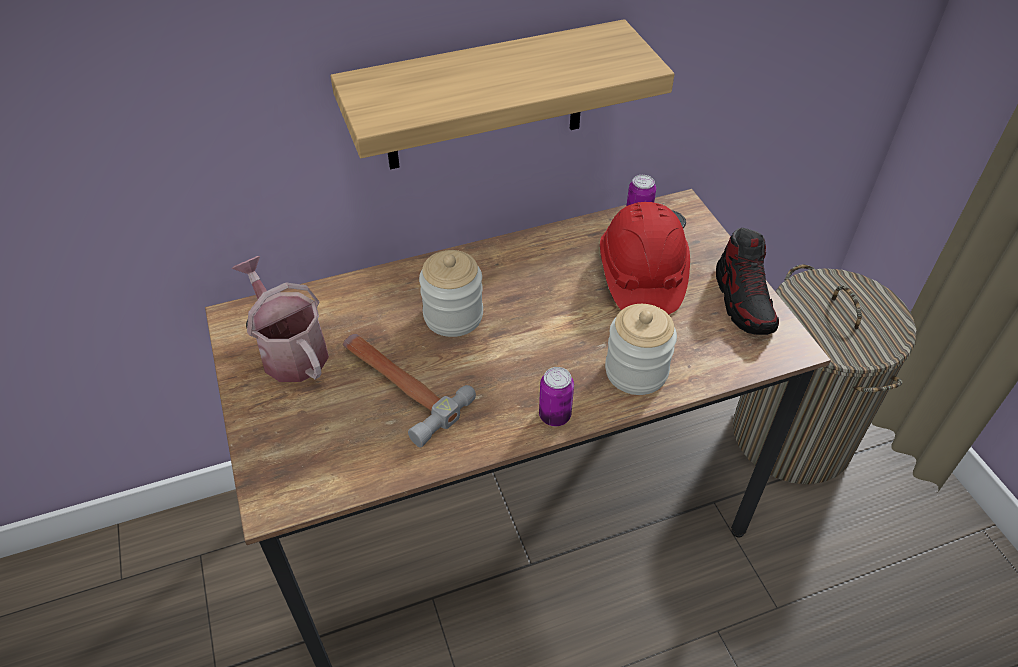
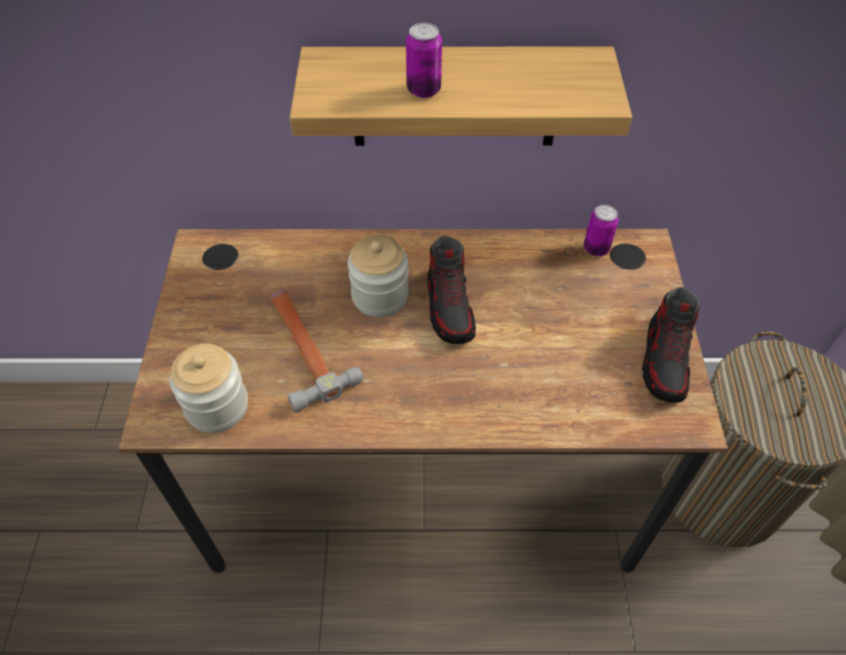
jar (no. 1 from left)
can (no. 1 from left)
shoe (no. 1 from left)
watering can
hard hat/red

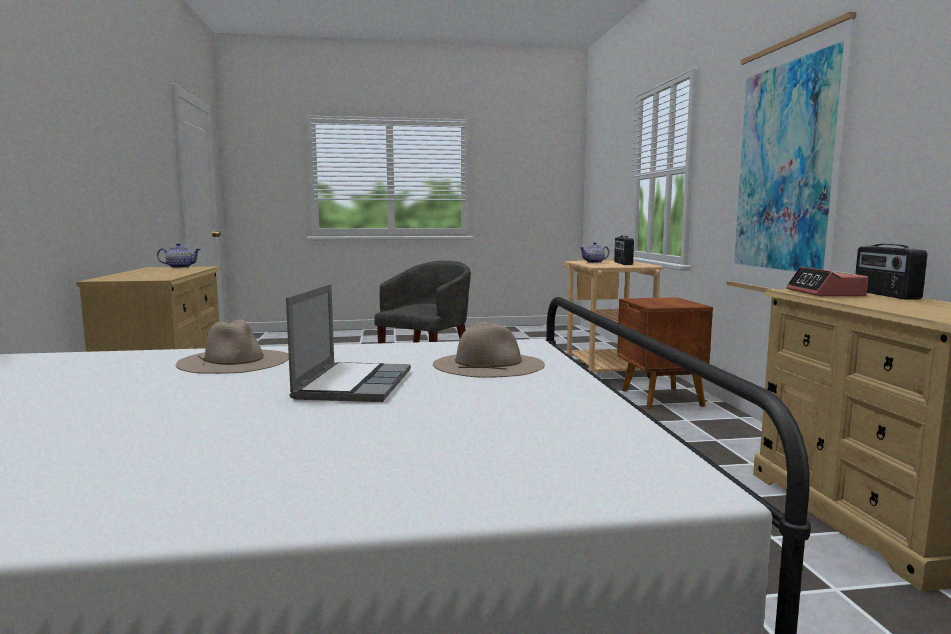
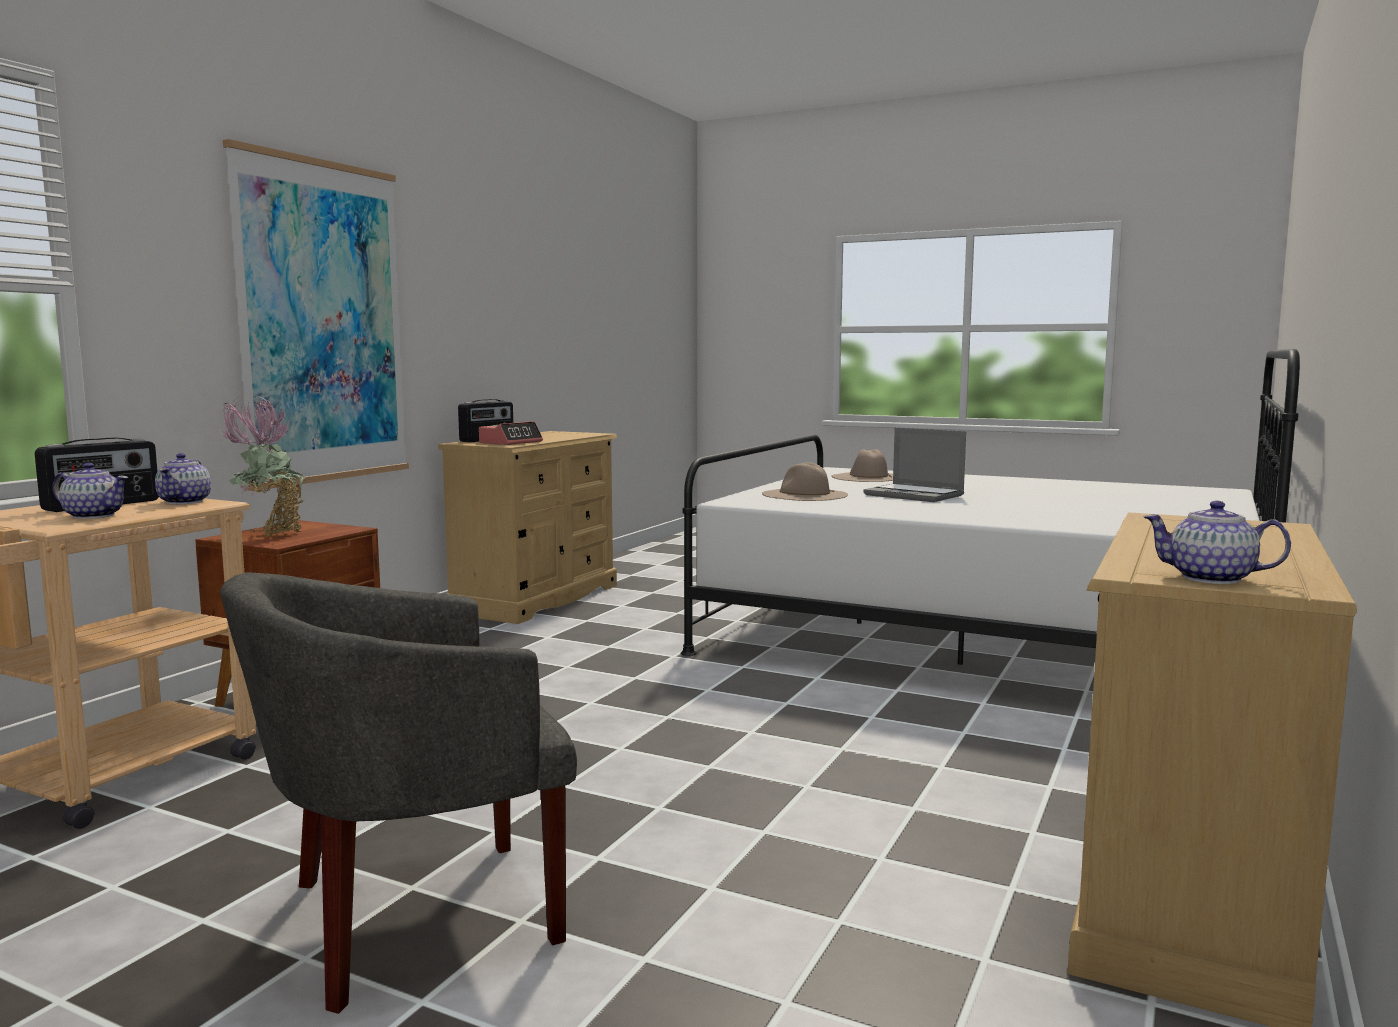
teapot (no. 2 from left)
potted plant
hat/beige (no. 2 from left)
laptop

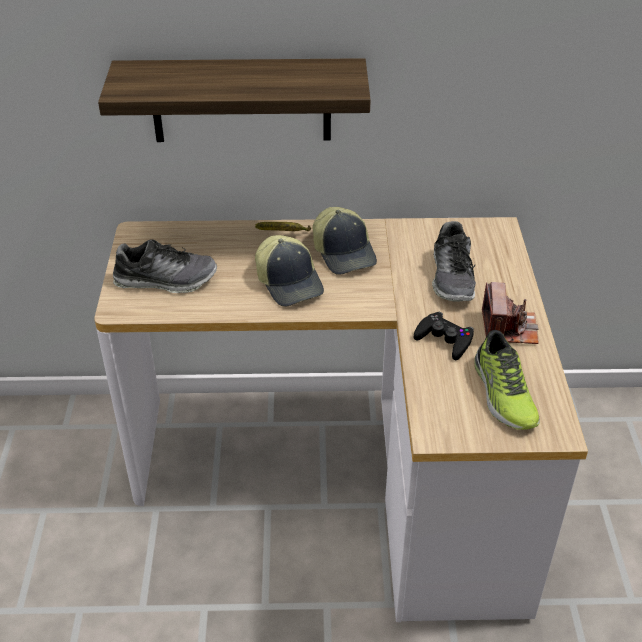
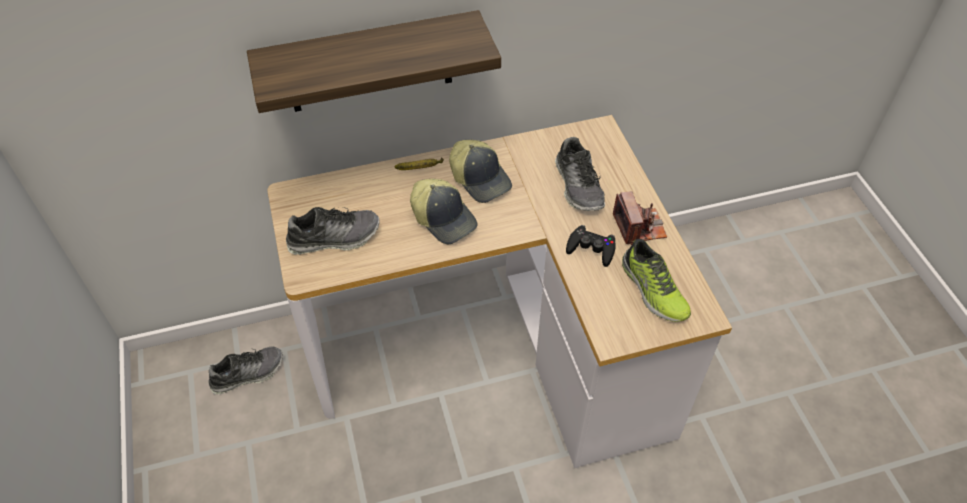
shoe (no. 1 from left)

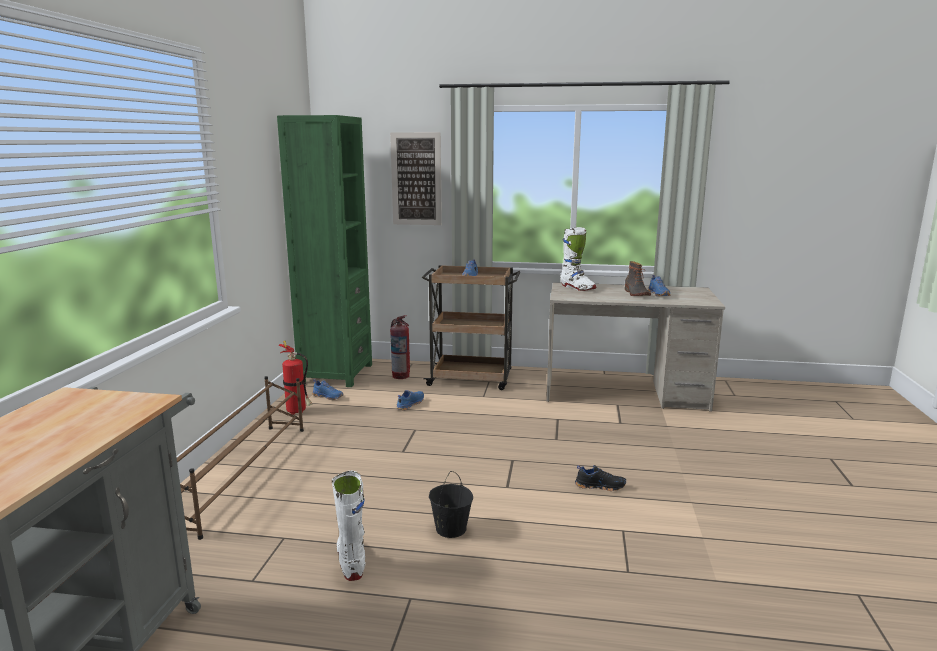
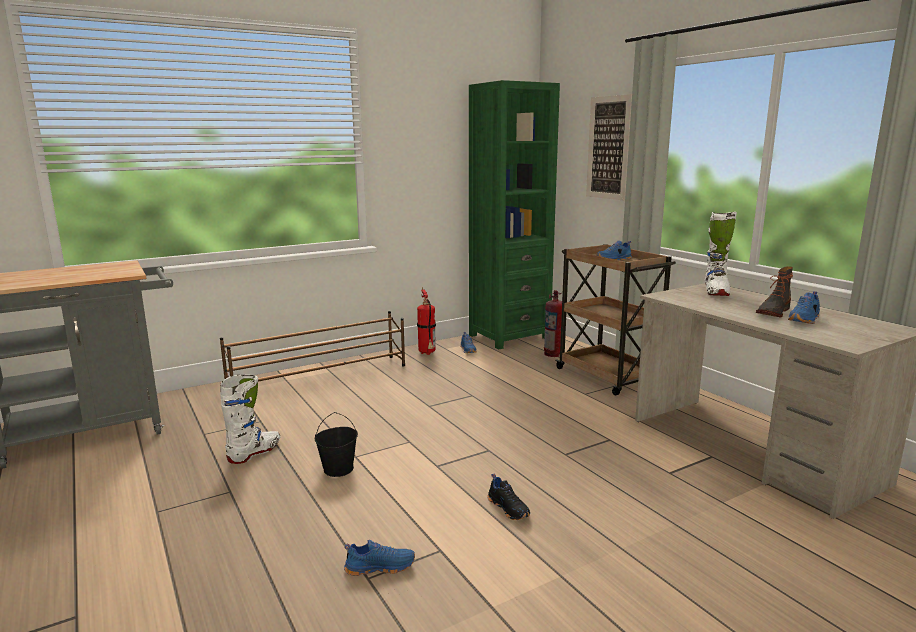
shoe/blue (no. 1 from left)

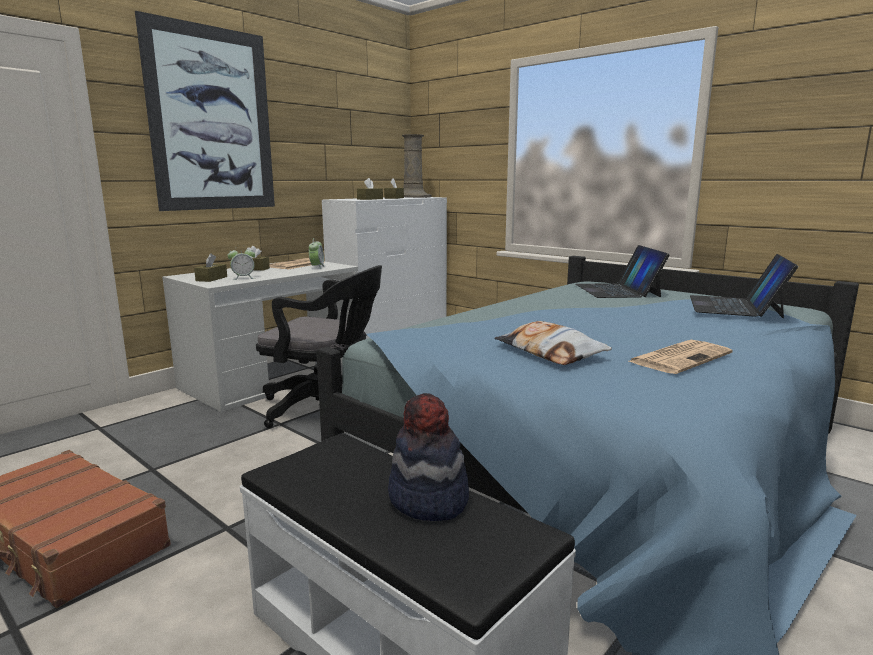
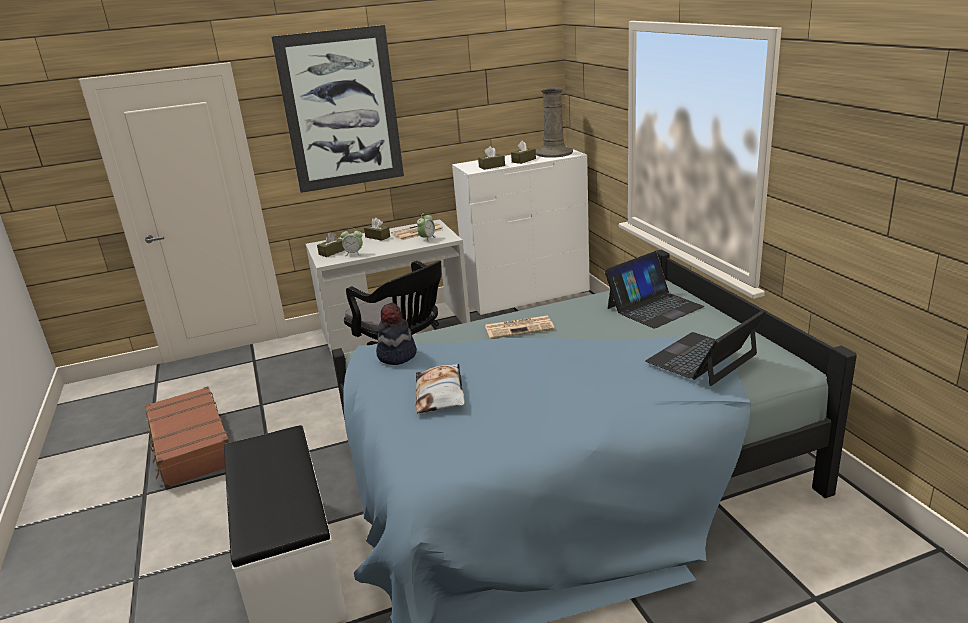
hat
newspaper (no. 2 from left)
laptop (no. 1 from left)

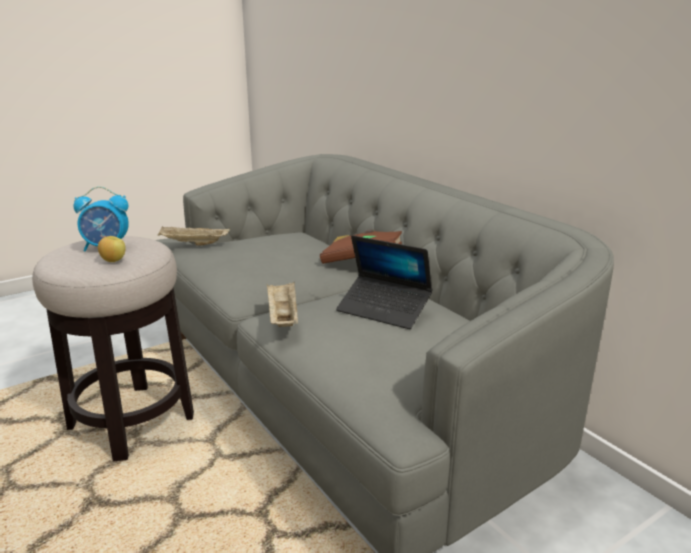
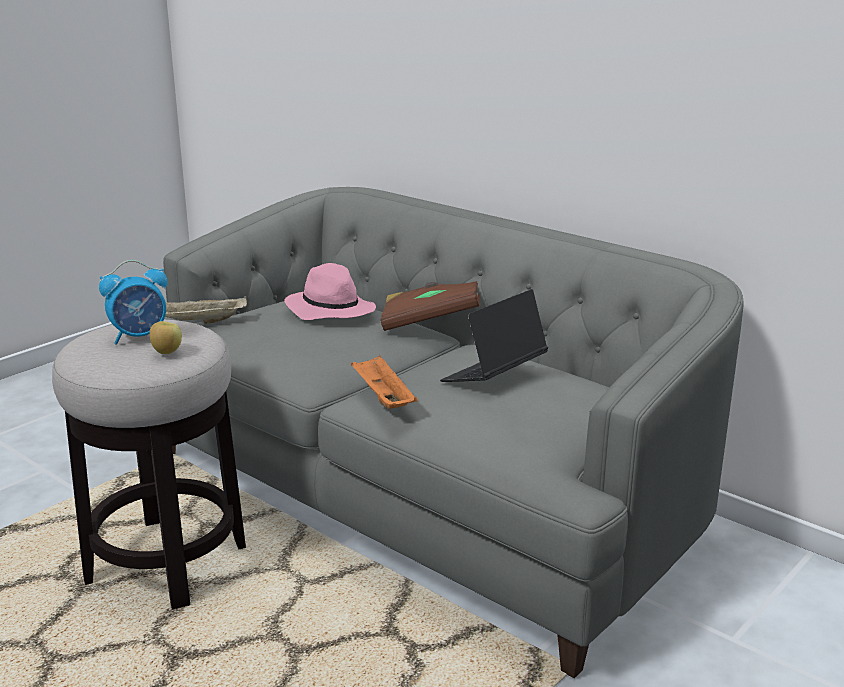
hat/pink
tray/orange
laptop

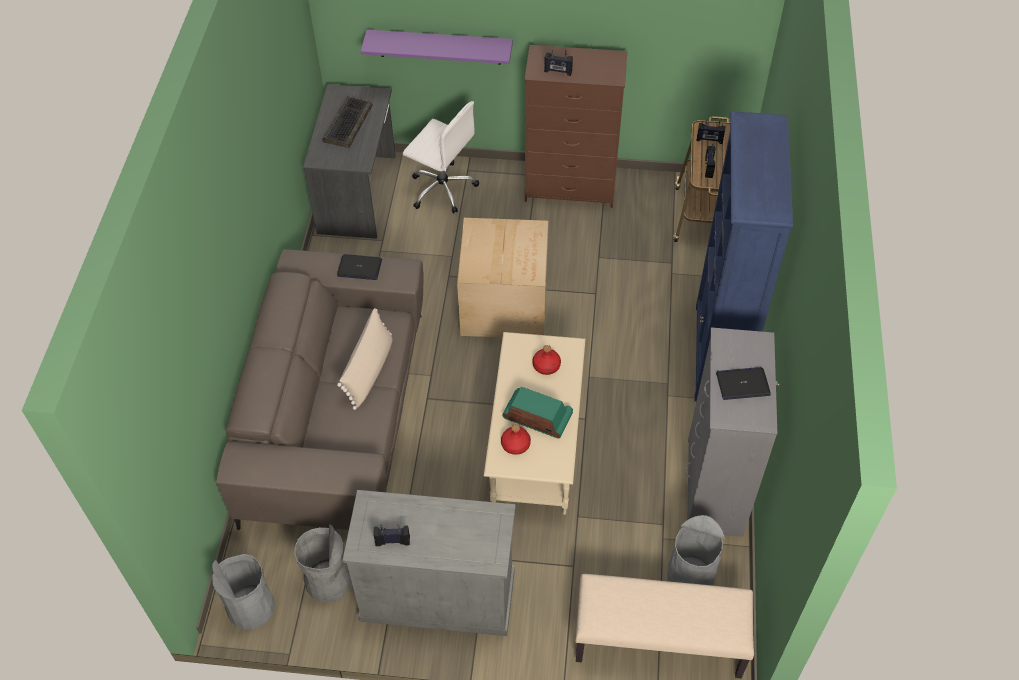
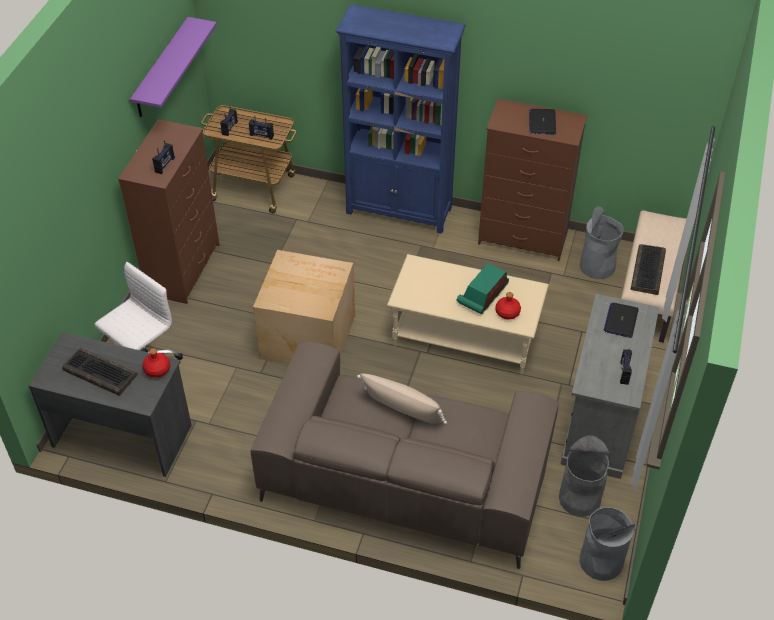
shelf/purple
bottle/red (no. 1 from left)
dresser/brown (no. 2 from left)
laptop (no. 2 from left)
keyboard (no. 2 from left)

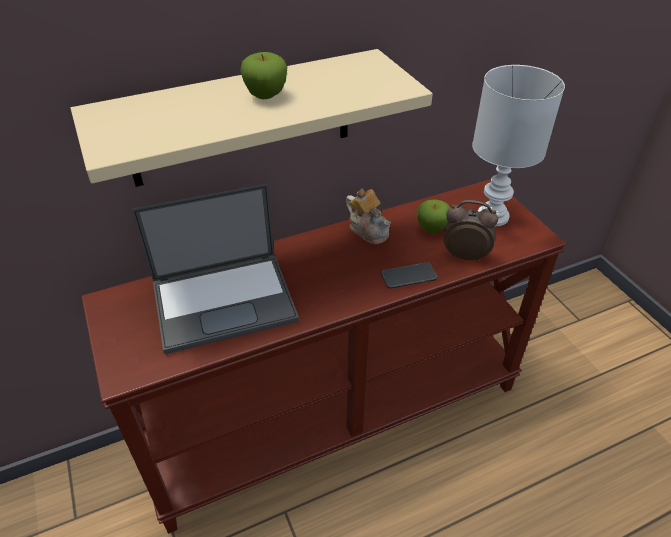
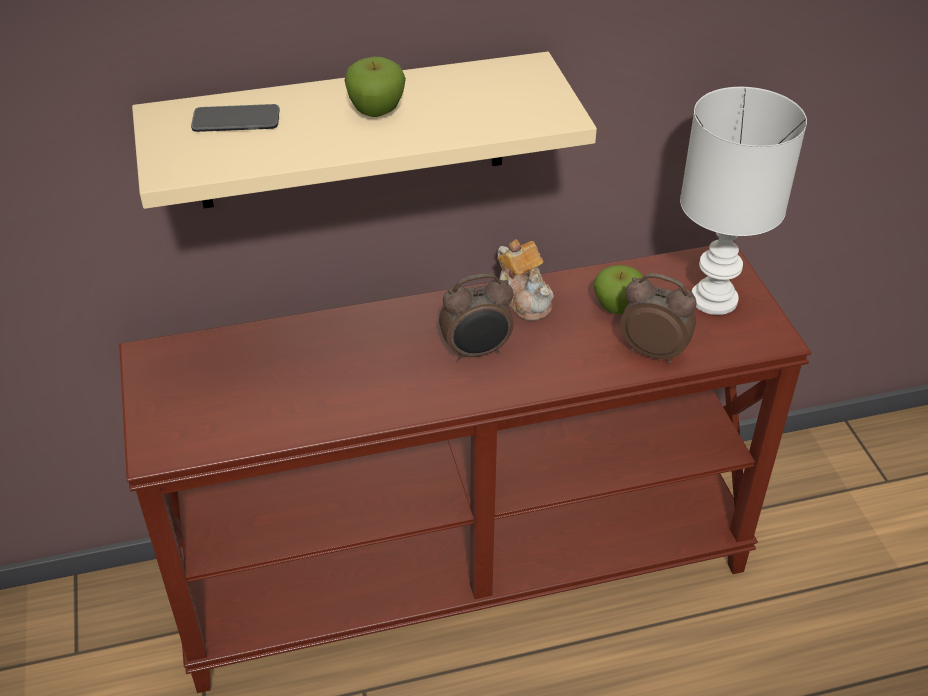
phone
alarm clock (no. 1 from left)
laptop

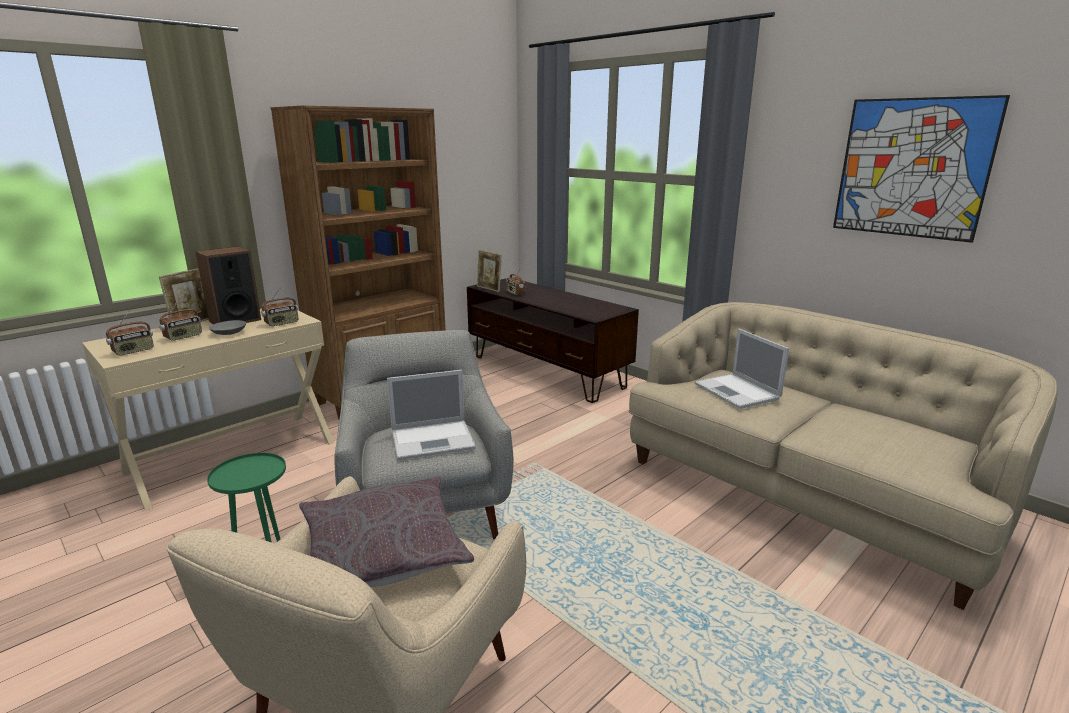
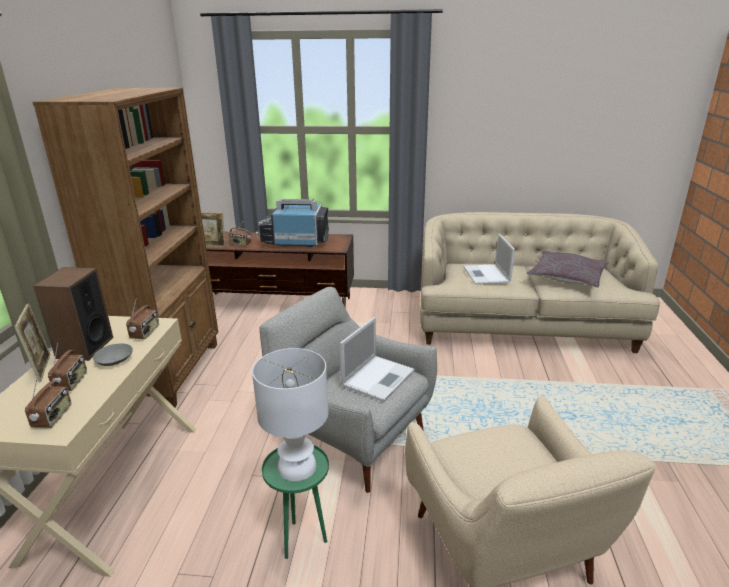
table lamp/white
television
laptop (no. 2 from left)
pillow/grey
picture

